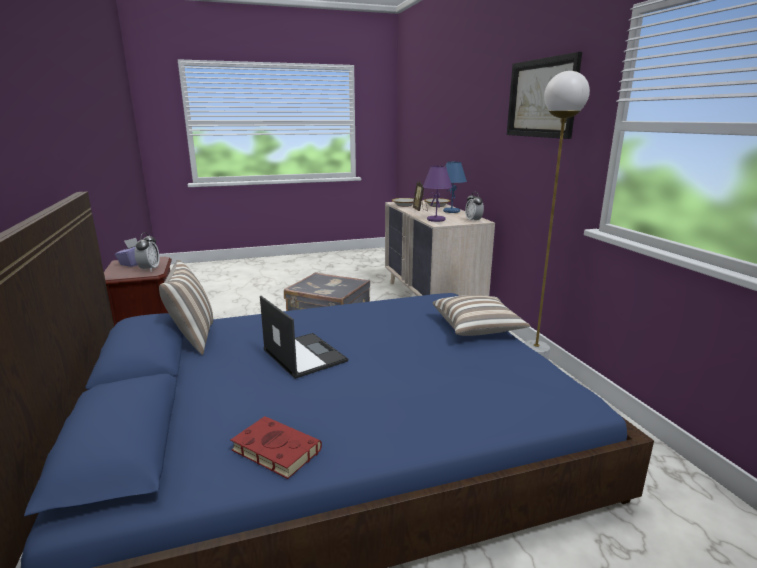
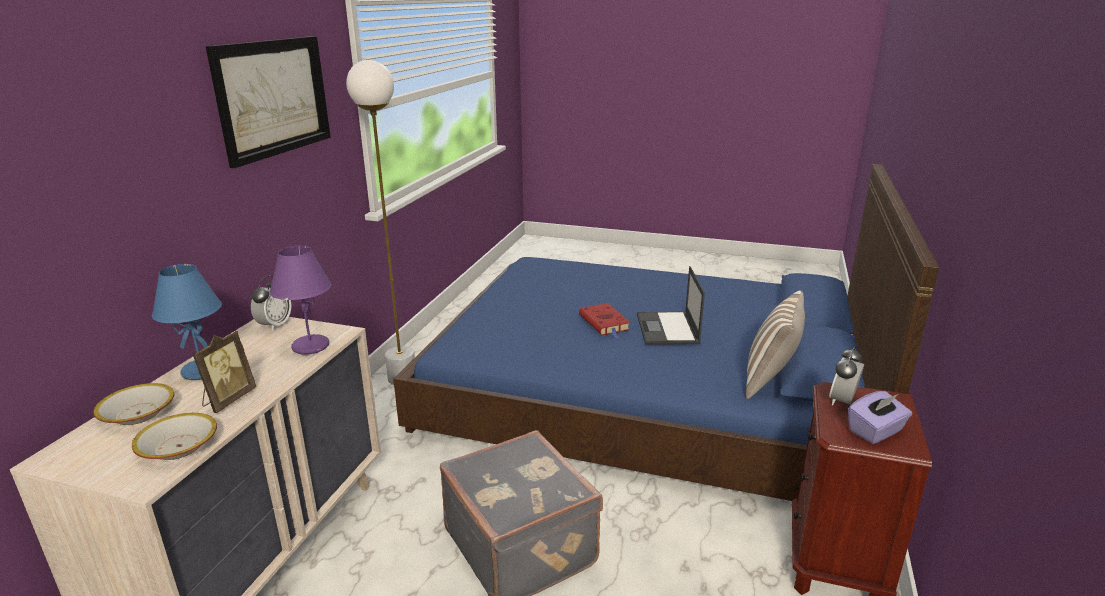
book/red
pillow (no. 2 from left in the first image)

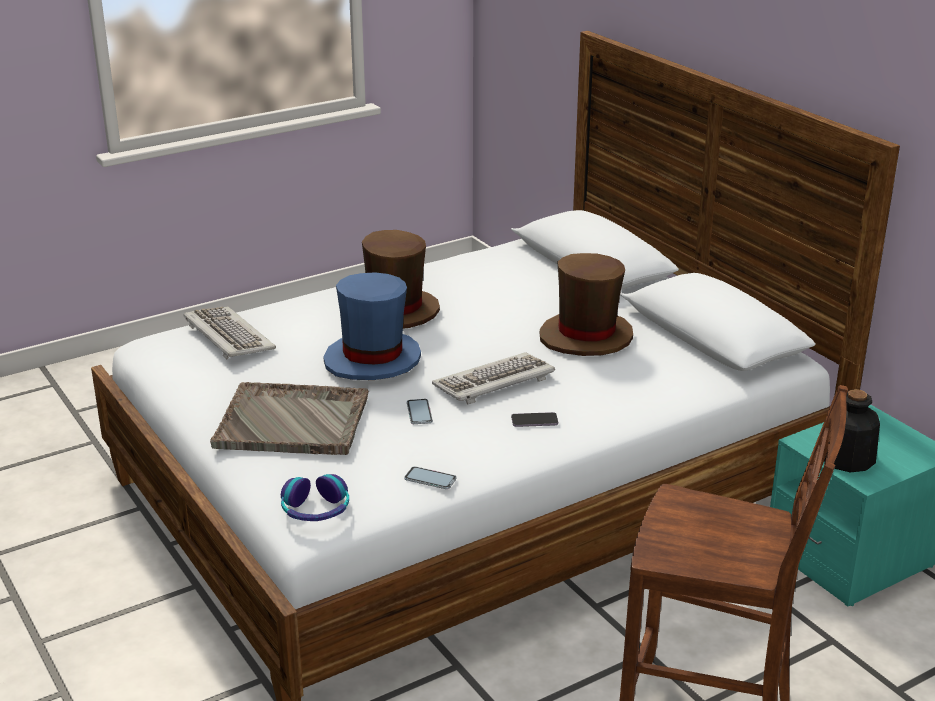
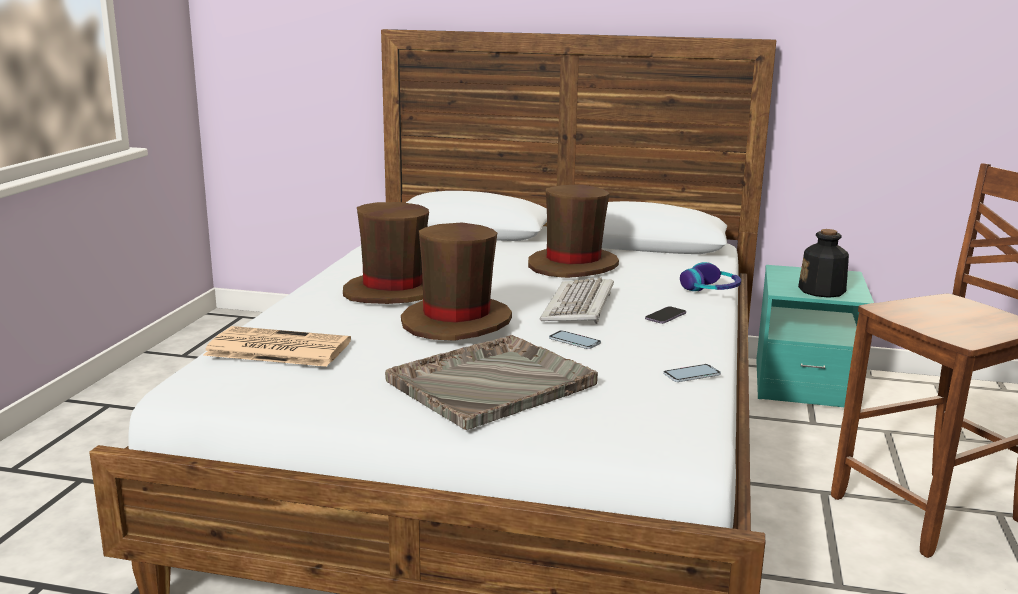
newspaper
hat/brown (no. 2 from left)
headphones

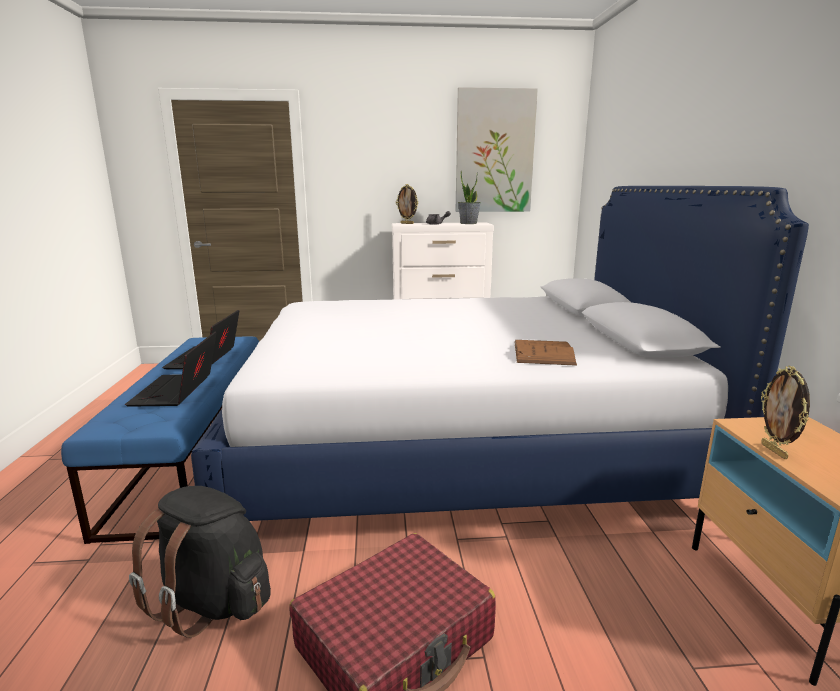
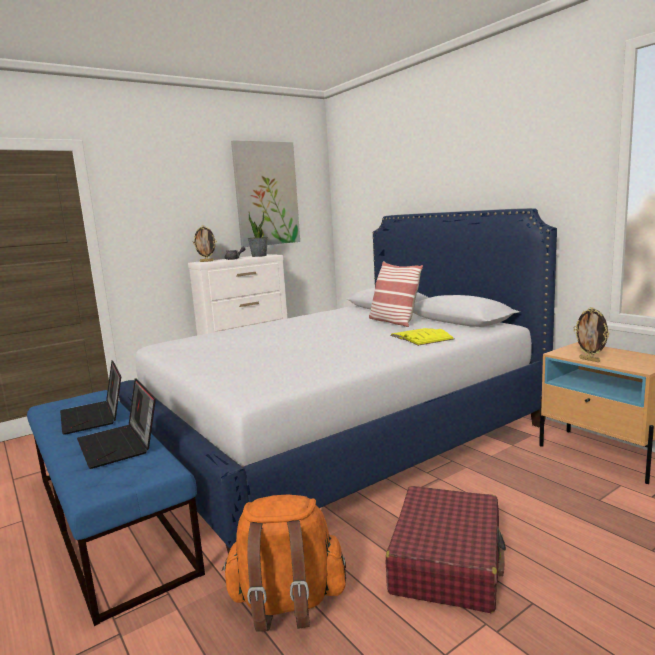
backpack/orange
pillow
book/yellow

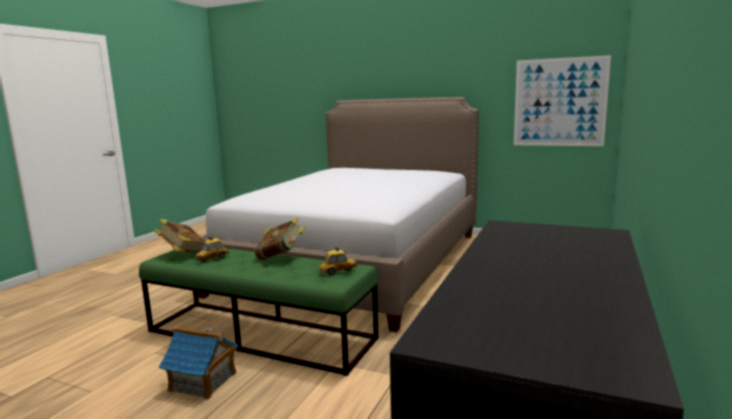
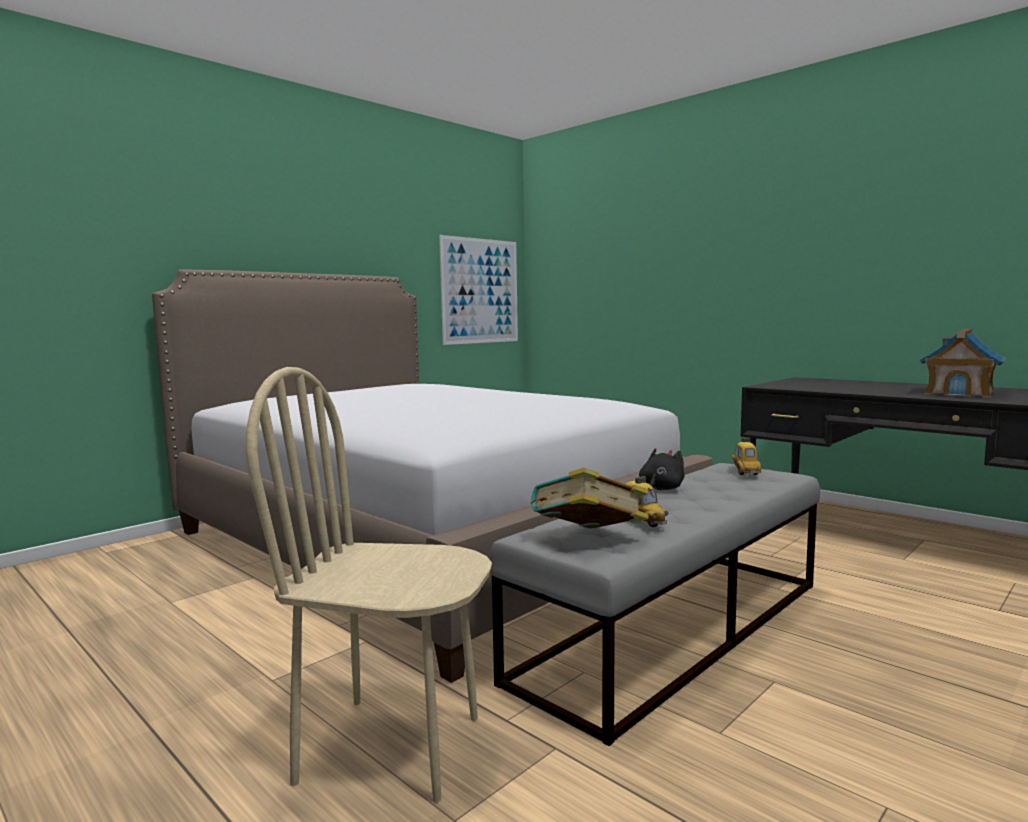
chair/beige
bench/grey
plush toy/black
toy house

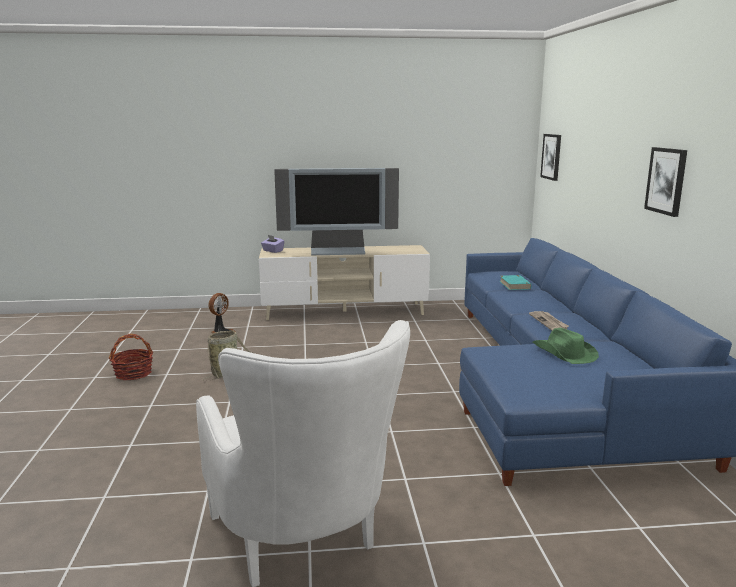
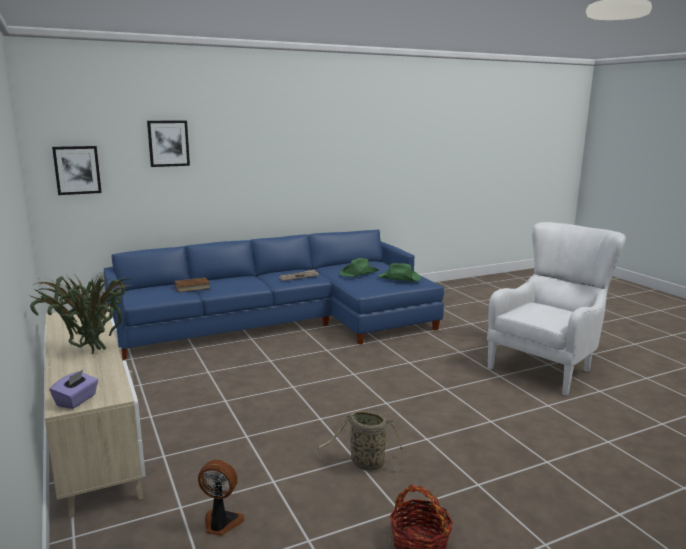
potted plant
picture (no. 2 from left)
book/brown
hat/green (no. 2 from left)

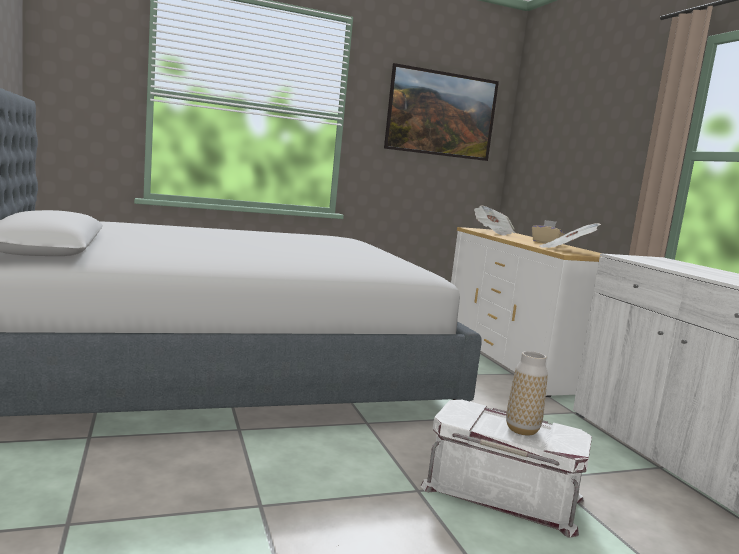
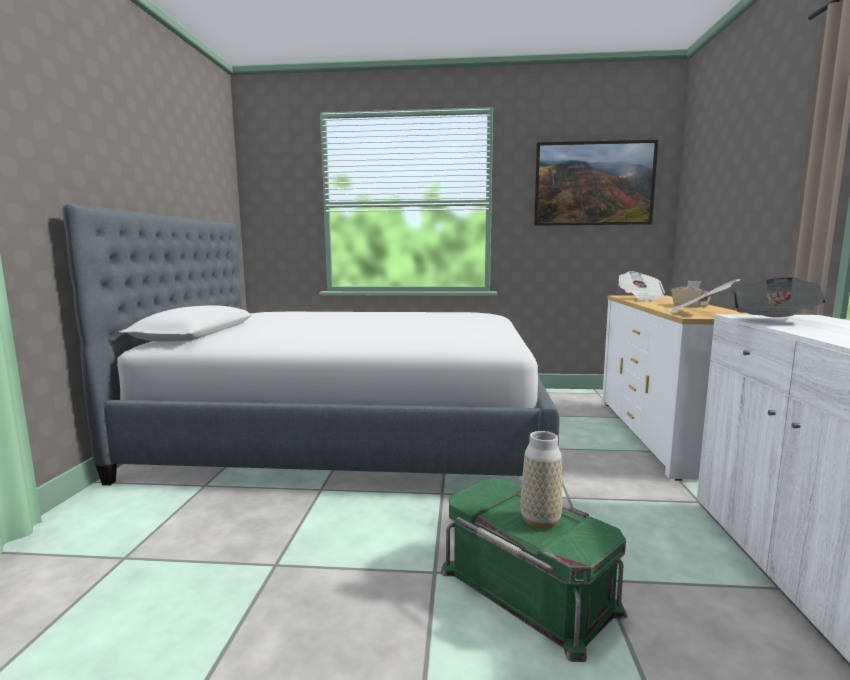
storage box/green
newspaper (no. 3 from left)

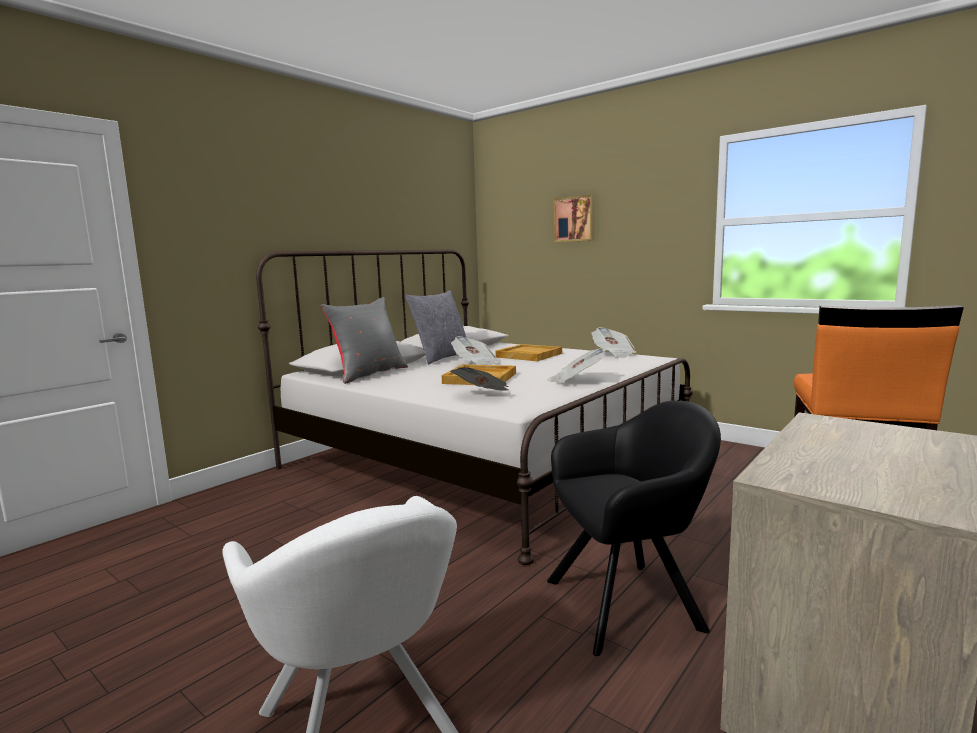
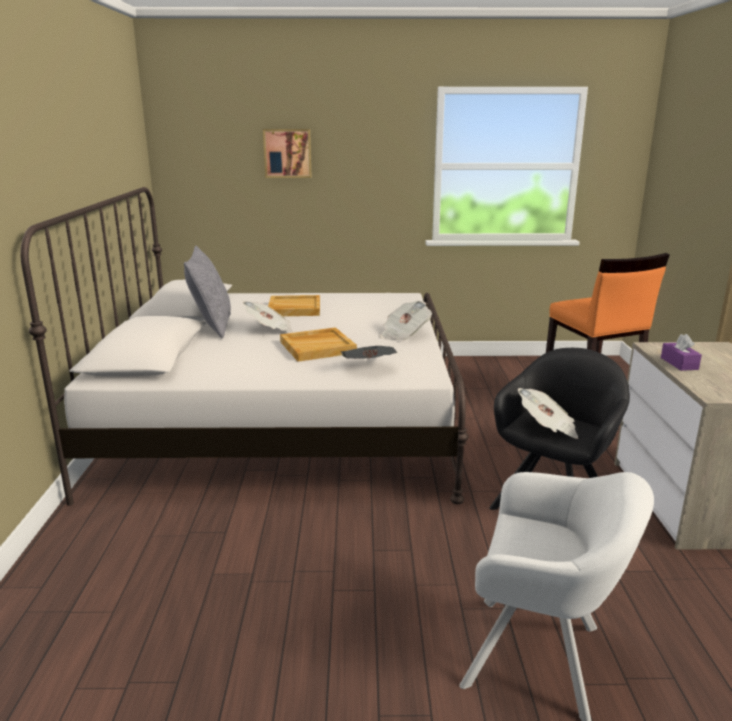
newspaper (no. 4 from left)
tissue box/purple
pillow/grey (no. 1 from left in the first image)

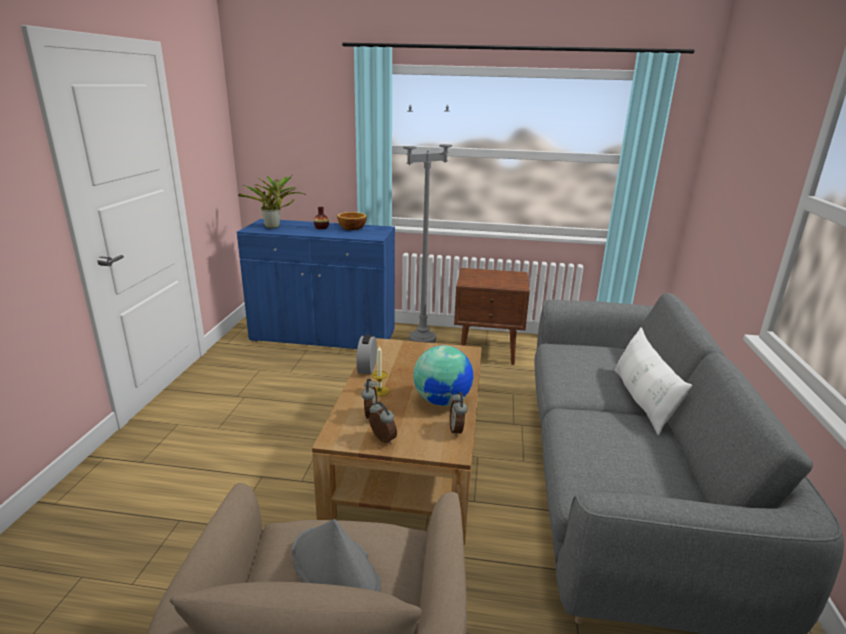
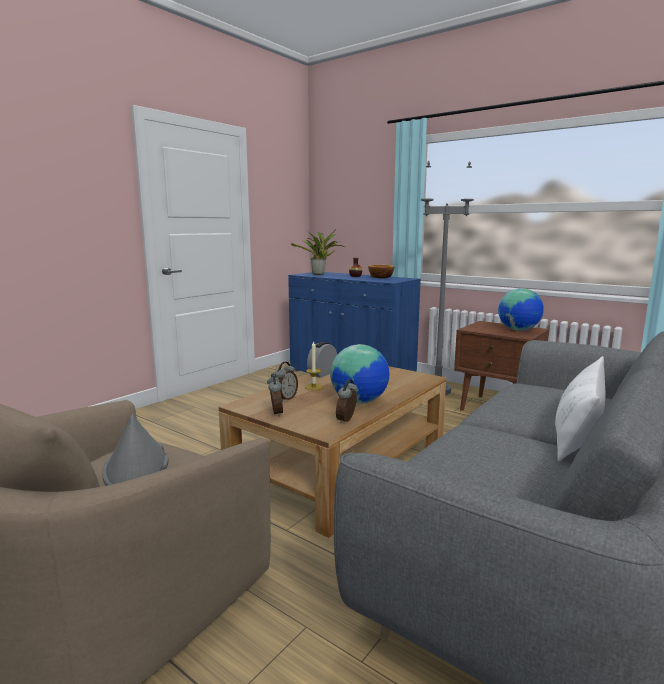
globe (no. 2 from left)

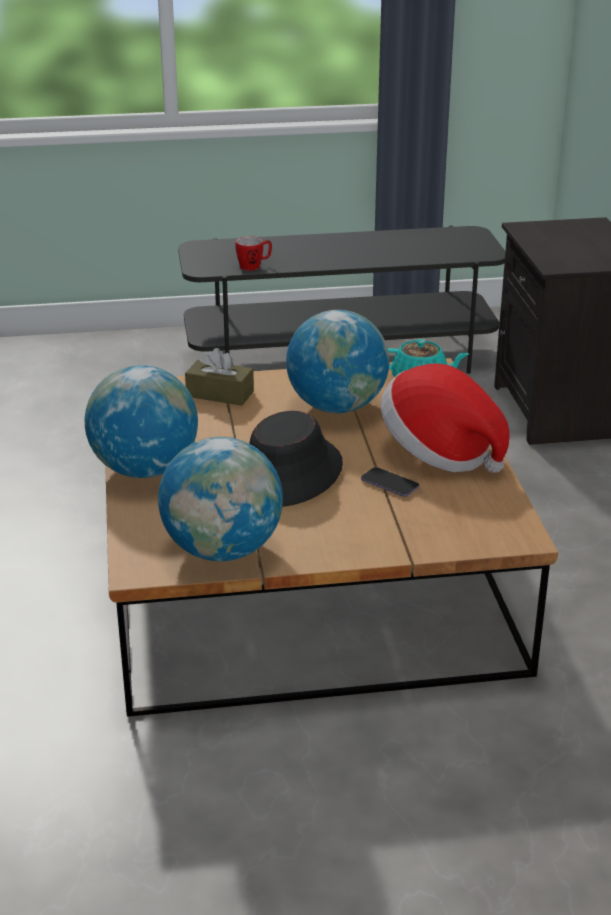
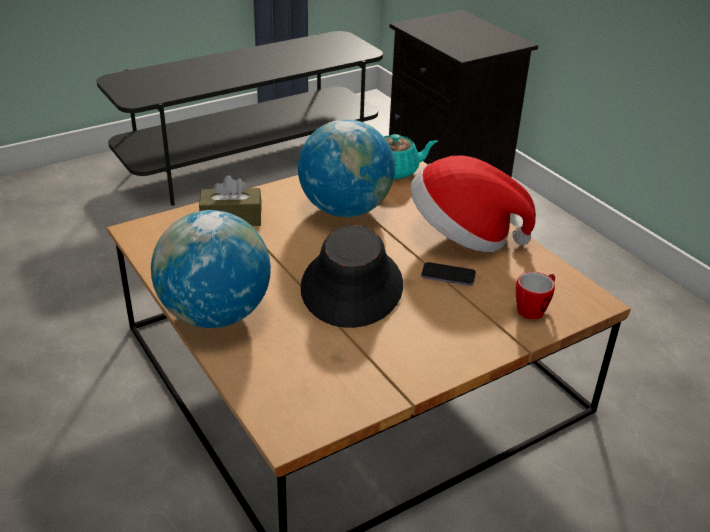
mug
globe (no. 2 from left in the first image)

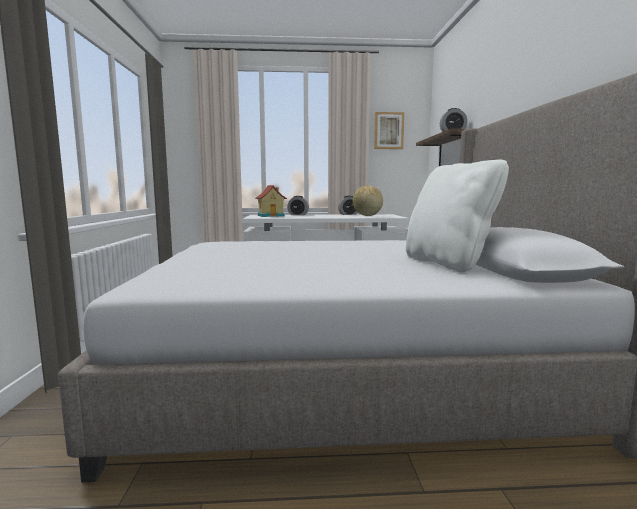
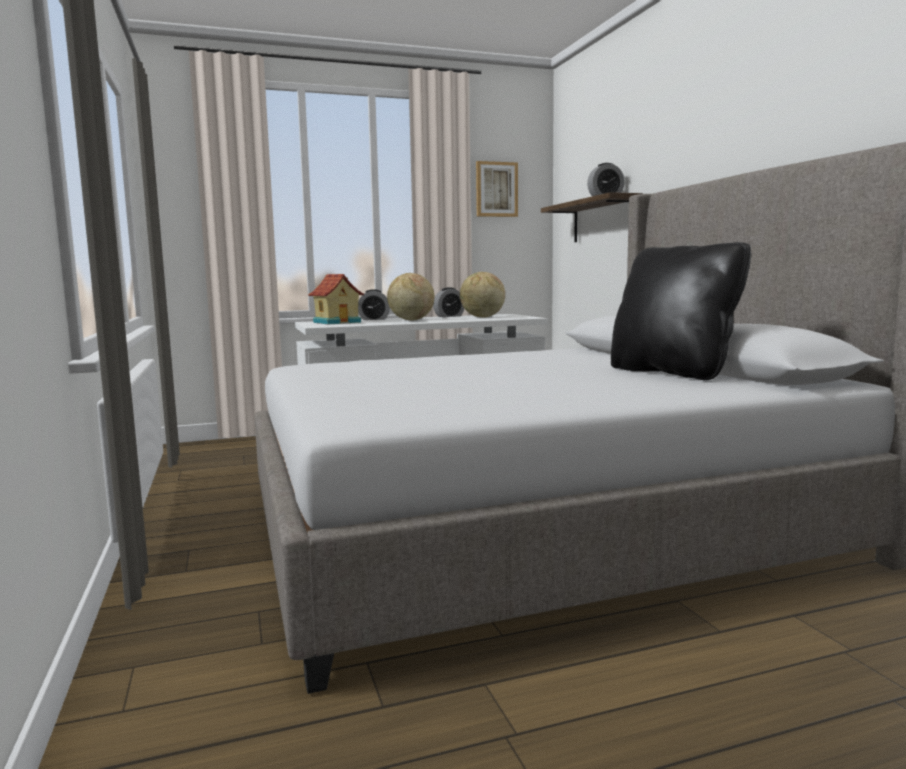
globe (no. 1 from left)
pillow/black

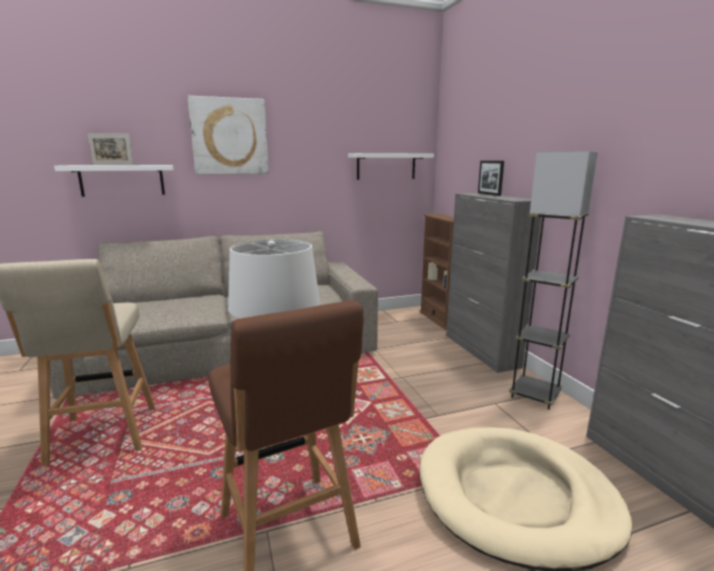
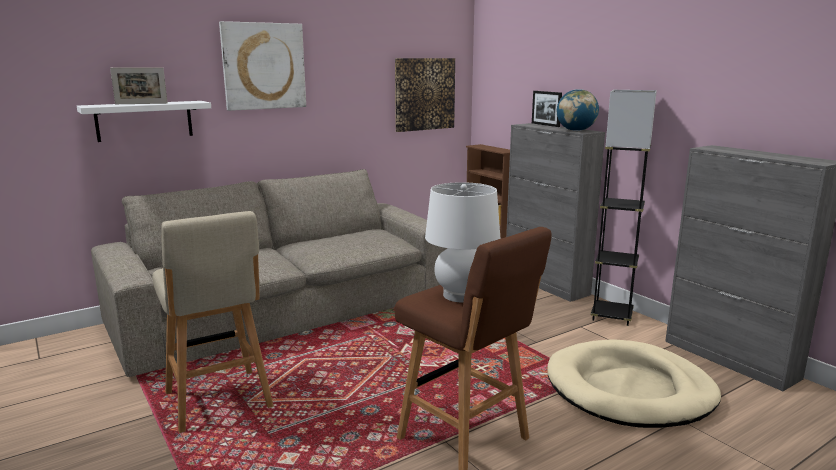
picture (no. 2 from left)
globe

